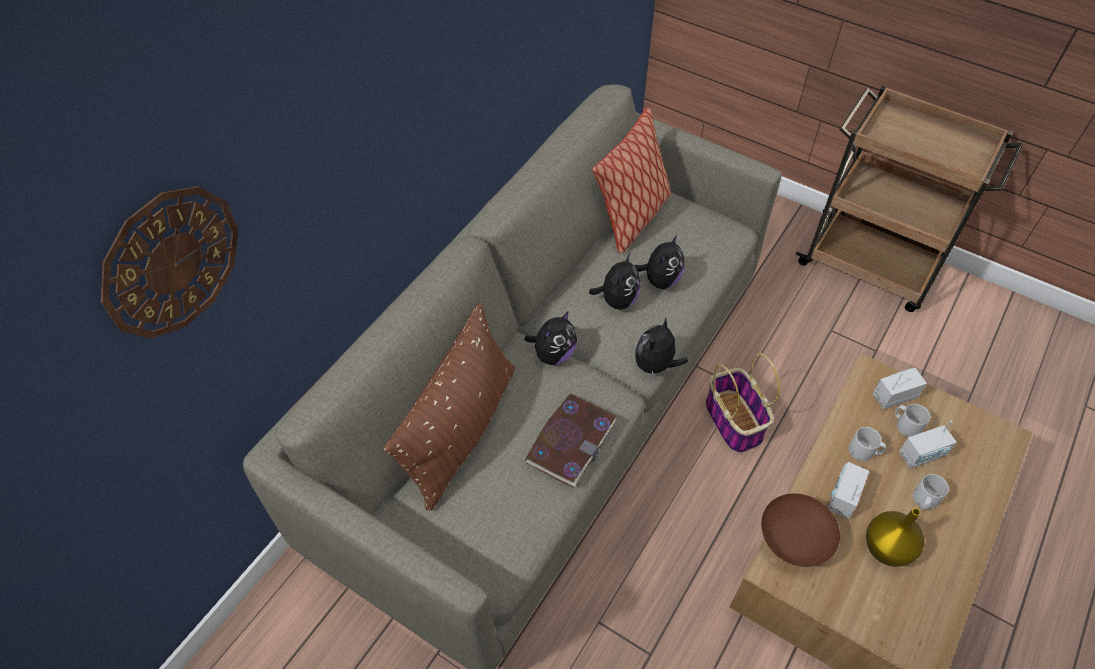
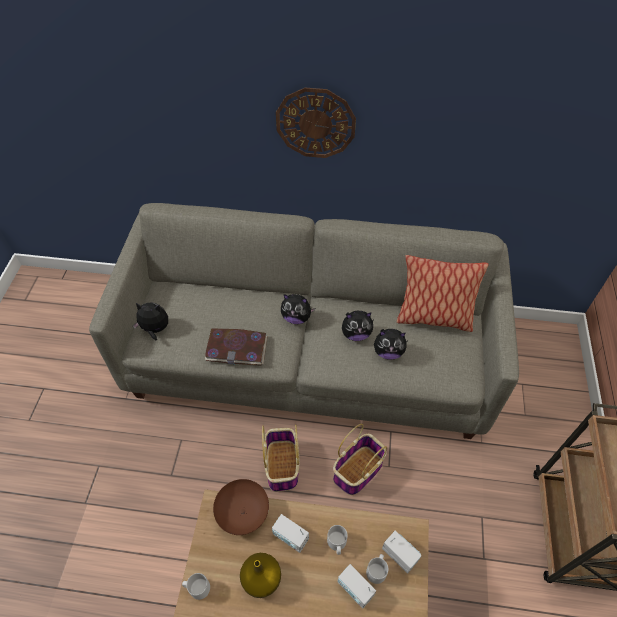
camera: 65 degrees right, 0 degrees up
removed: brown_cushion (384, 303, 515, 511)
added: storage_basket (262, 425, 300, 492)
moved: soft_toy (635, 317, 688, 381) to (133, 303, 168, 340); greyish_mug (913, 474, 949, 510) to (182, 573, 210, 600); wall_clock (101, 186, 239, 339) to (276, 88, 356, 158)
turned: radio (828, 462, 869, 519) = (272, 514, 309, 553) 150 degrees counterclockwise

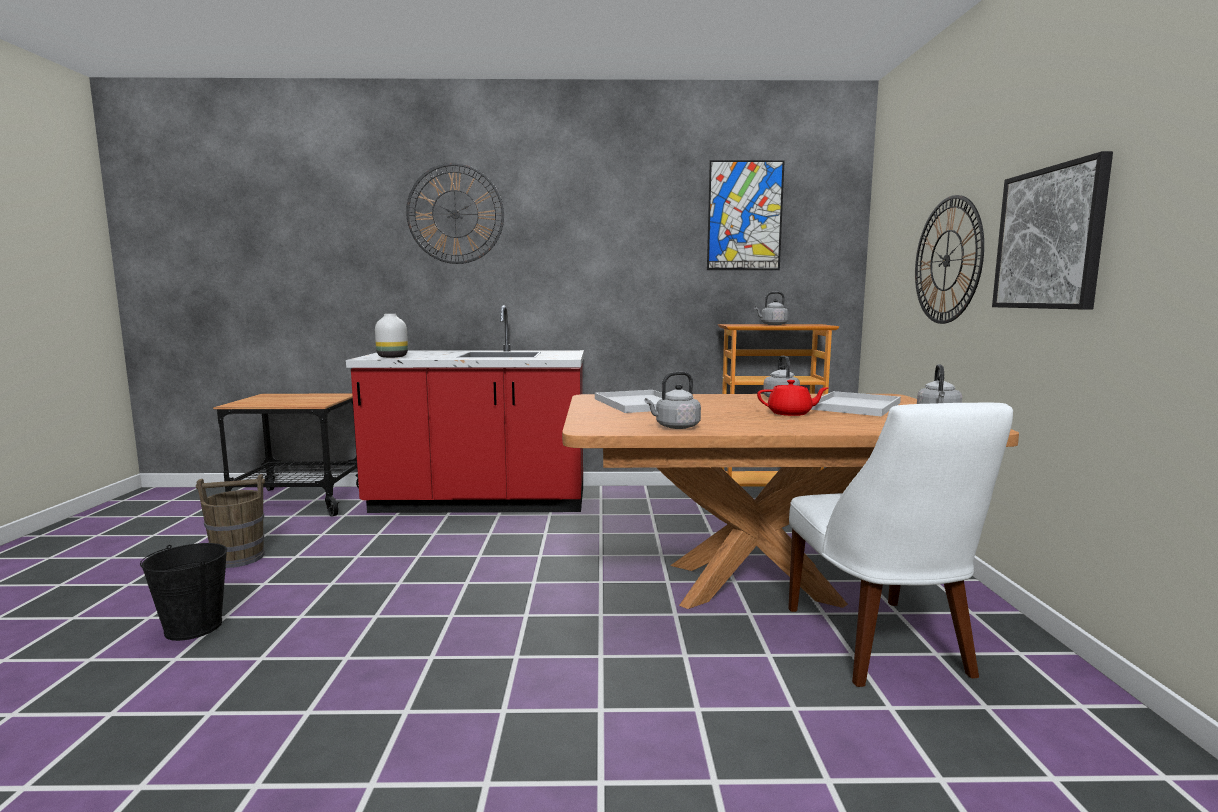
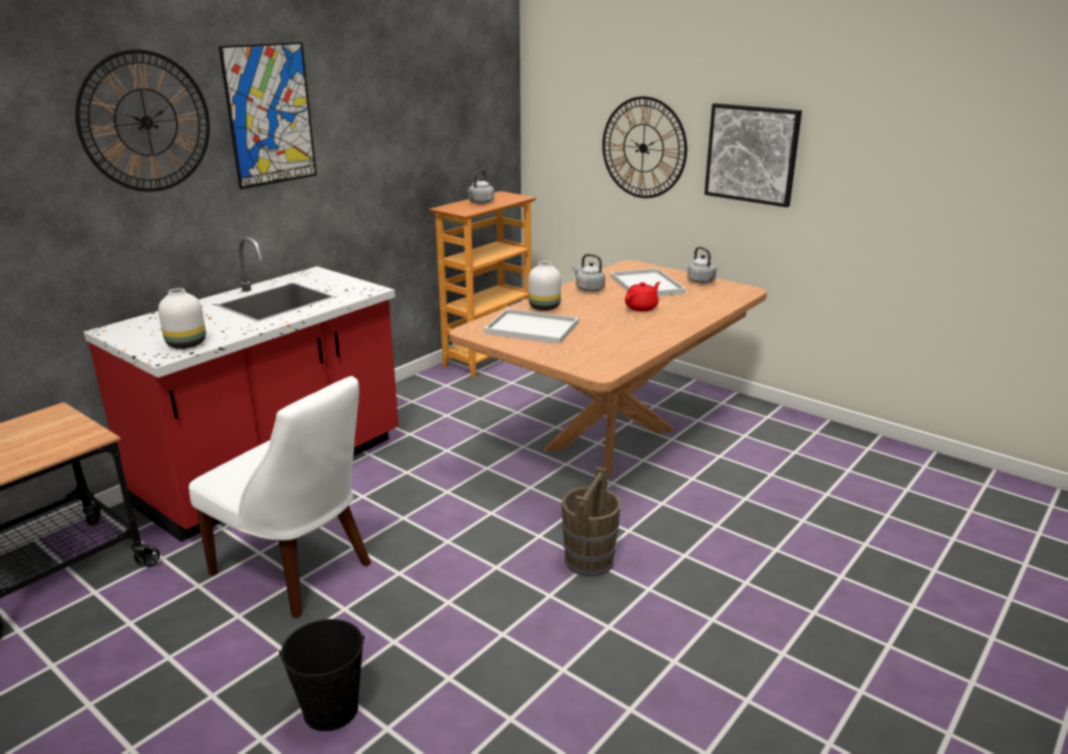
camera: 50 degrees left, 15 degrees up
removed: greyish_tea_kettle (645, 372, 701, 429)
added: whitish_decorative_vase (528, 261, 561, 311)
moved: whitish_chair (788, 403, 1013, 687) to (189, 376, 371, 619); wall_art (707, 160, 785, 270) to (218, 42, 317, 189); brown_pail (196, 474, 265, 568) to (561, 466, 621, 577)

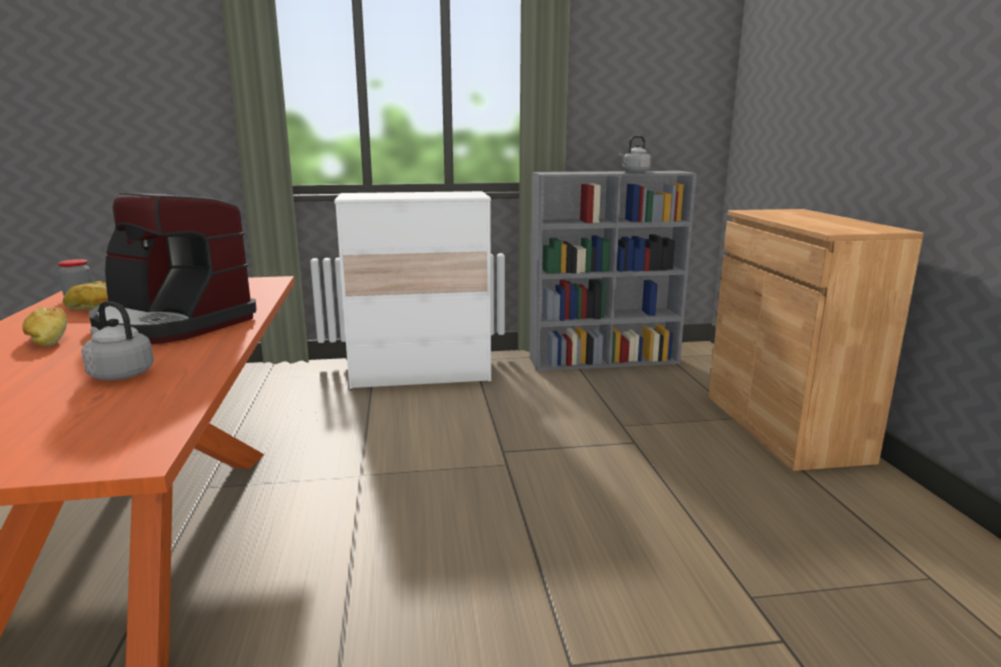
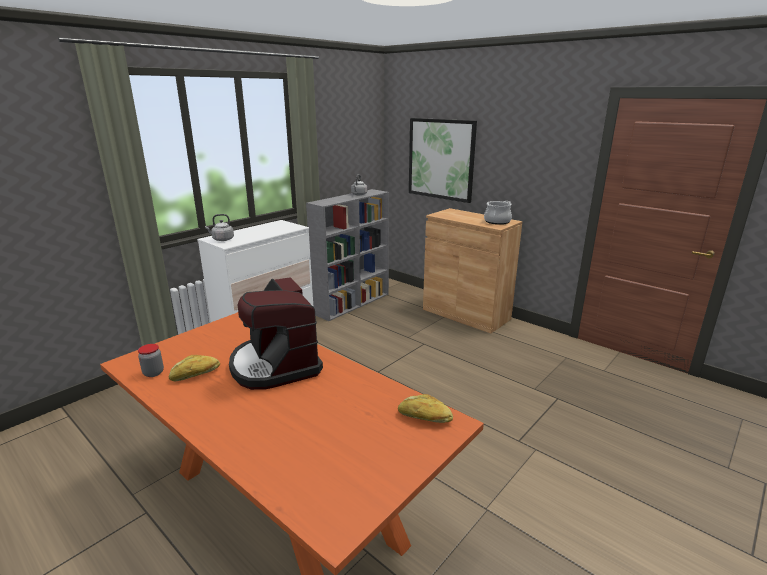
camera: 40 degrees left, 5 degrees up
added: wall_art (409, 118, 477, 203); saucepot (484, 201, 512, 225)
moved: greyish_tea_kettle (82, 301, 154, 380) to (205, 214, 234, 241); bread (22, 307, 67, 346) to (398, 394, 453, 423)
turned: coffee_brewer (89, 193, 257, 344) = (229, 277, 323, 390) 75 degrees clockwise

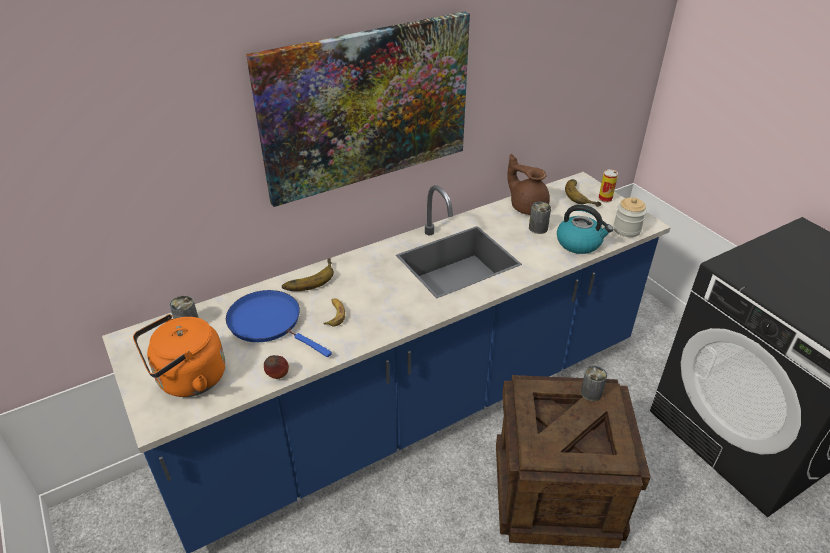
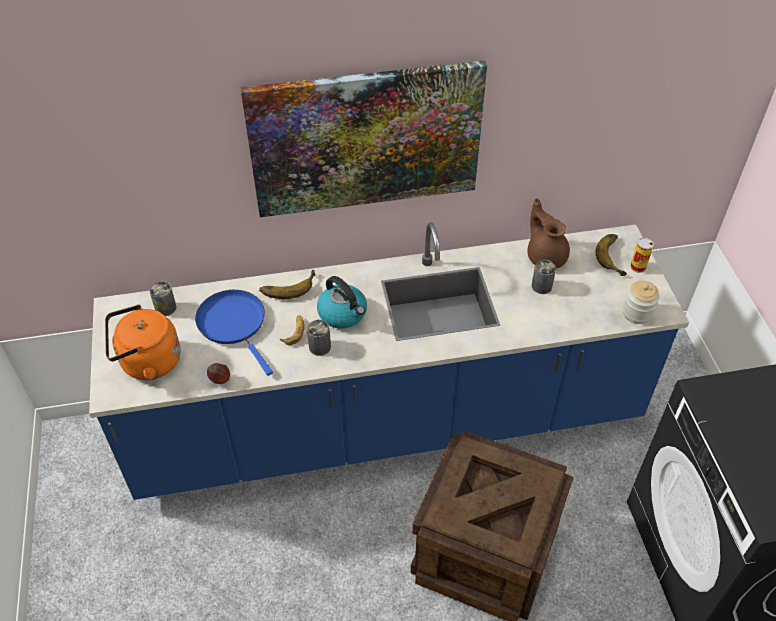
camera: 20 degrees right, 10 degrees up
moved: sealed_can (581, 366, 607, 401) to (307, 320, 331, 356); tea_kettle (557, 204, 613, 254) to (317, 276, 367, 329)

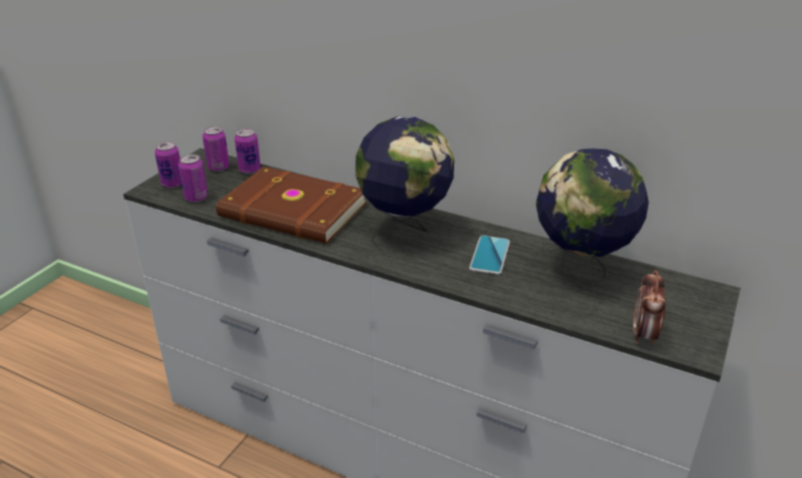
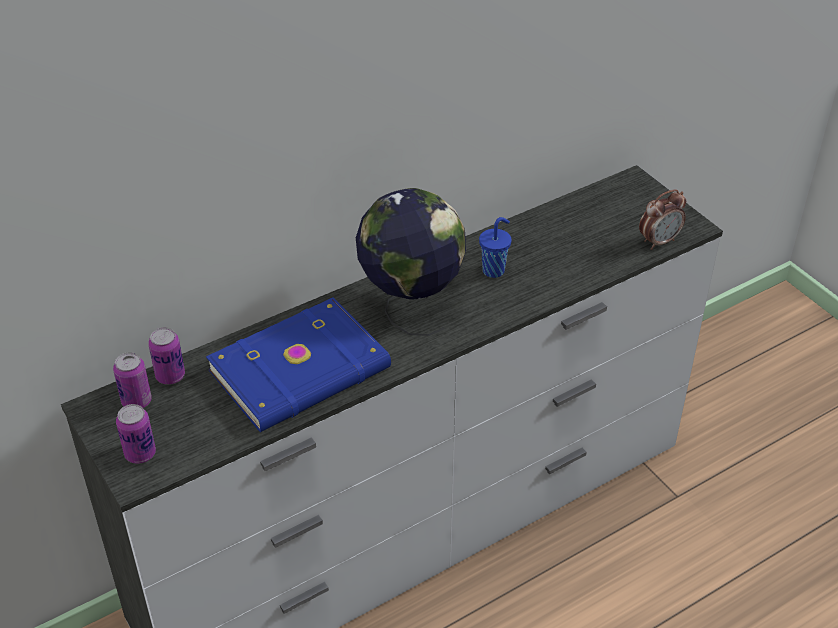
camera: 60 degrees left, 10 degrees up
removed: sealed_can (178, 154, 208, 202); desk_globe (536, 149, 649, 286)
replaced: phone (469, 235, 510, 275) to bluish_small_cup (479, 217, 512, 278)
recoloured: brown_volume (216, 167, 367, 244) to bluish_volume (206, 297, 391, 432)
turned: alarm_clock (633, 270, 666, 345) = (639, 189, 686, 250) 75 degrees counterclockwise

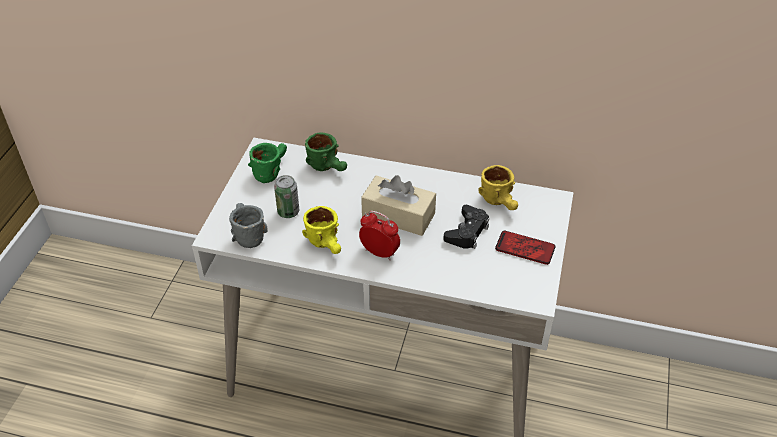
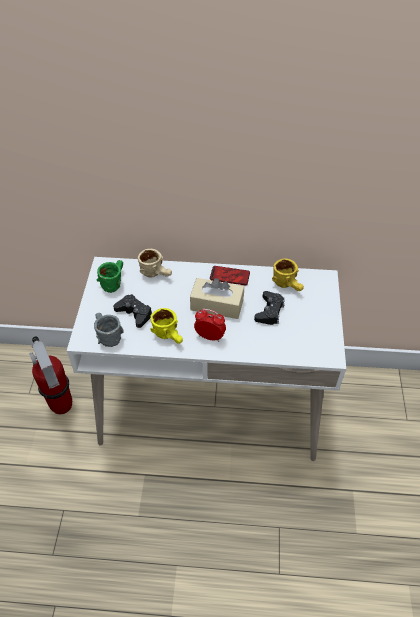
camera: 10 degrees left, 5 degrees up
added: extinguisher (29, 336, 72, 414)
moved: phone (495, 231, 555, 265) to (210, 266, 250, 285)
replaced: sealed_can (274, 175, 299, 218) to black_gamepad (113, 294, 152, 328)
recoloured: green_mug (305, 133, 347, 171) to beige-coloured_mug (138, 249, 172, 278)

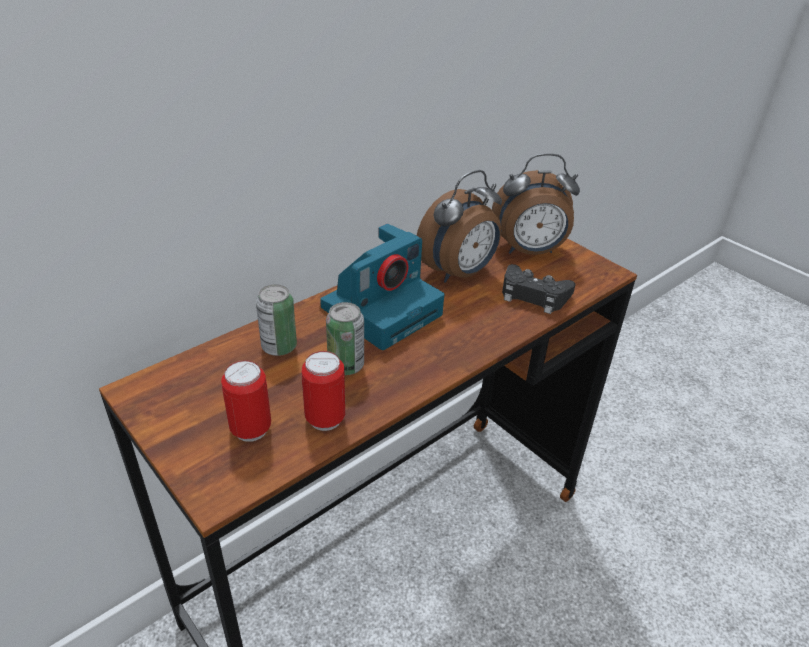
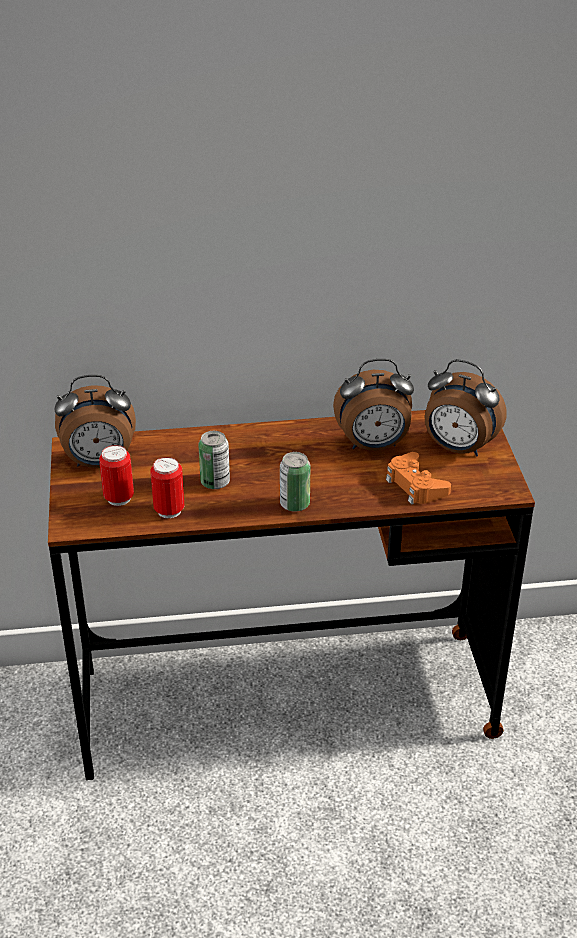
camera: 35 degrees right, 0 degrees up
removed: photo_camera (320, 224, 444, 350)
added: alarm_clock (54, 375, 136, 468)
moved: sealed_can (256, 284, 297, 356) to (280, 452, 311, 512)
recoloured: black_gamepad (502, 264, 576, 314) to orangey_gamepad (386, 452, 451, 504)

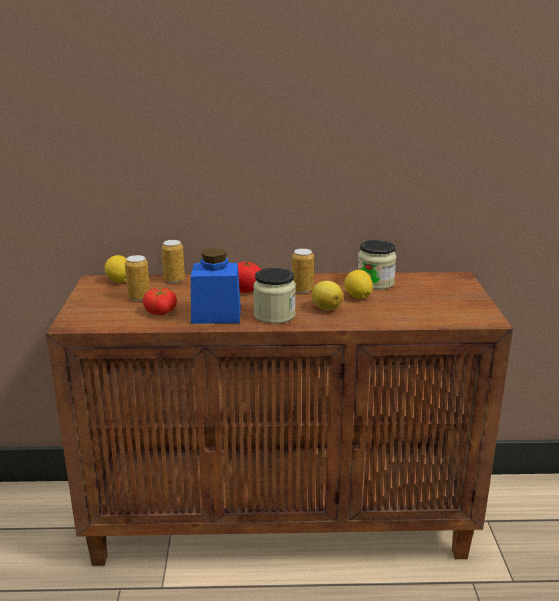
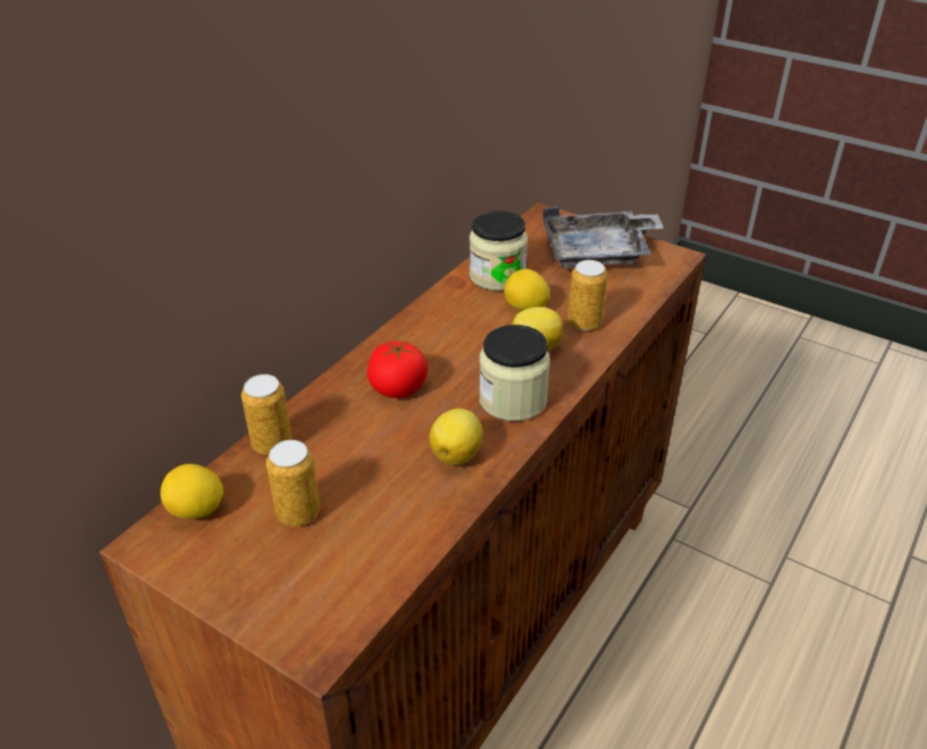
camera: 55 degrees left, 15 degrees up
removed: fresh_tomato (143, 288, 177, 315)
added: greyish_carrying_tray (543, 207, 664, 269)
moved: sealed_can (292, 248, 314, 293) to (568, 260, 608, 331)
replaced: bluish_preserve_jar (191, 248, 241, 324) to citrus_fruit (429, 408, 483, 466)

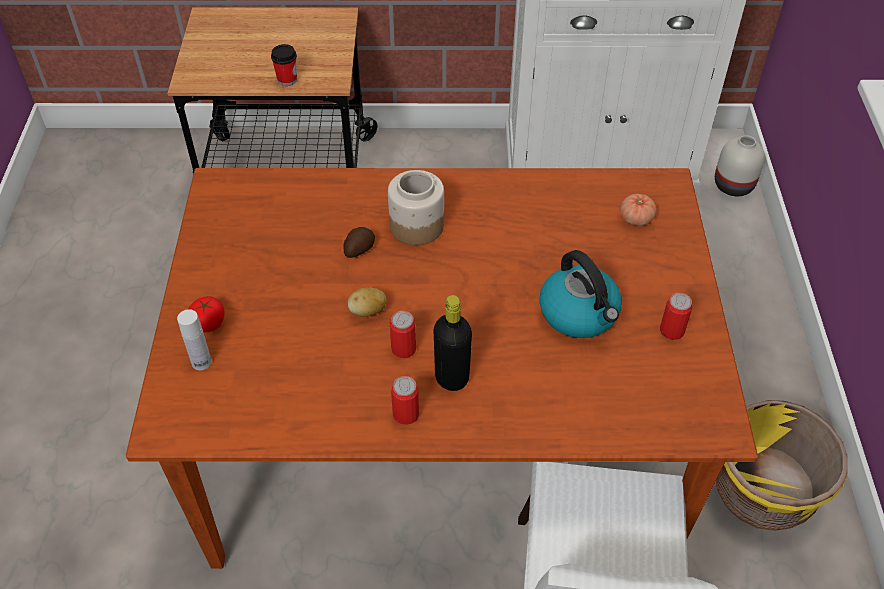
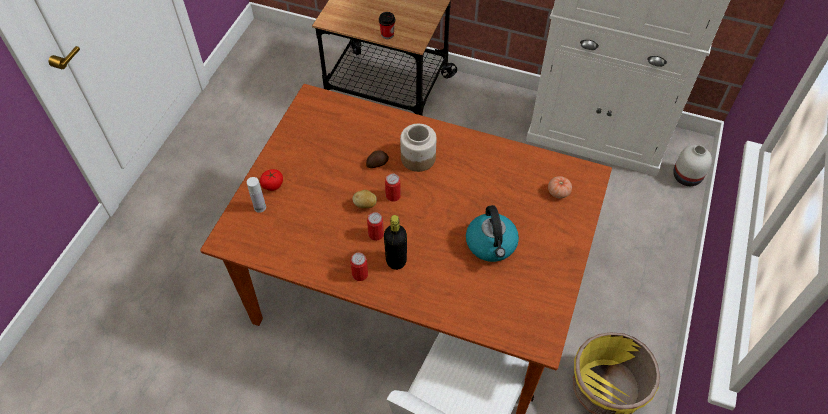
camera: 20 degrees right, 5 degrees up
moved: sealed_can (660, 293, 692, 340) to (385, 173, 401, 202)

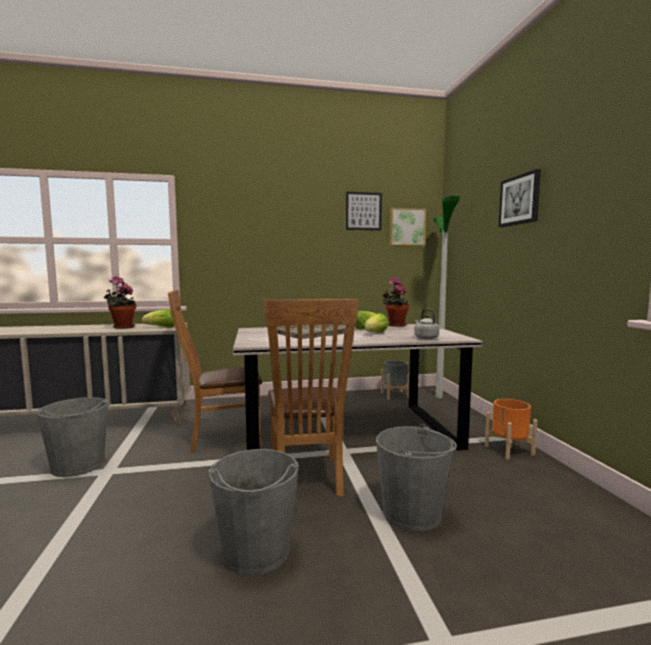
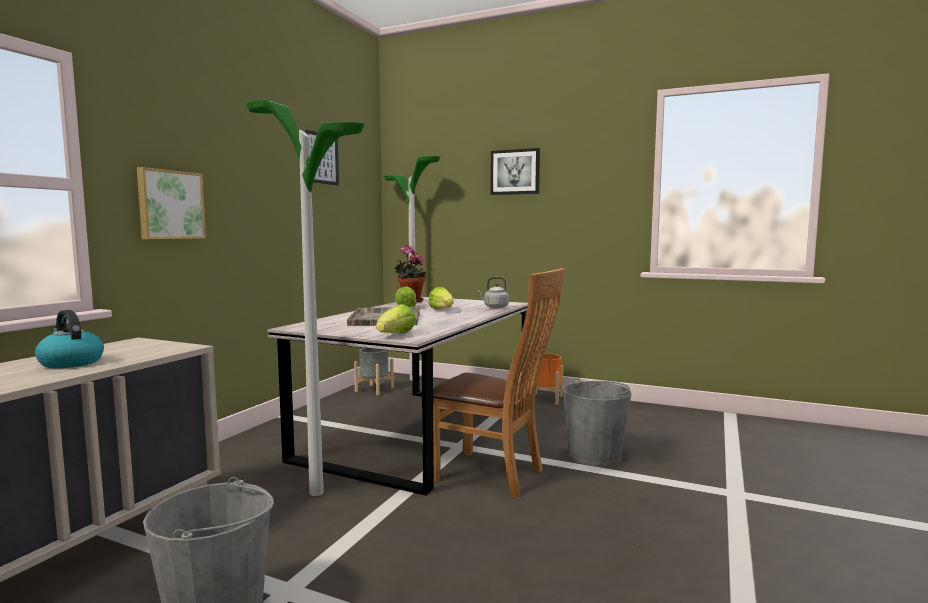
camera: 55 degrees left, 0 degrees up
removed: greyish_pail (208, 449, 299, 576)
moved: wall_art (390, 208, 426, 246) to (137, 167, 206, 239); head_of_lettuce (142, 309, 174, 328) to (376, 304, 416, 333)
replaced: potted_plant (103, 276, 136, 329) to tea_kettle (35, 310, 104, 368); brown_chair (168, 290, 262, 451) to standing_lamp (246, 99, 365, 496)

